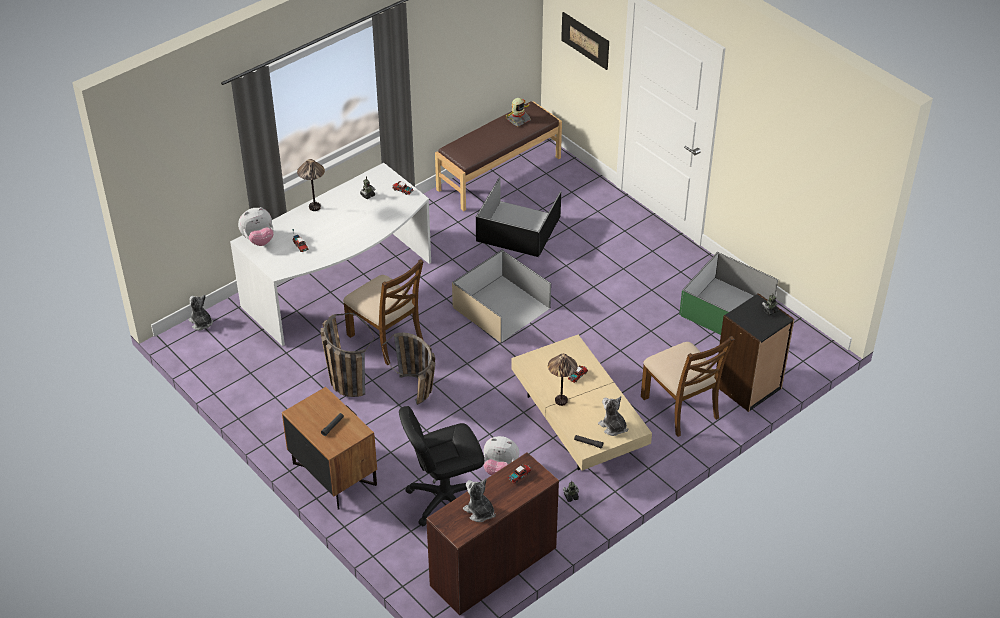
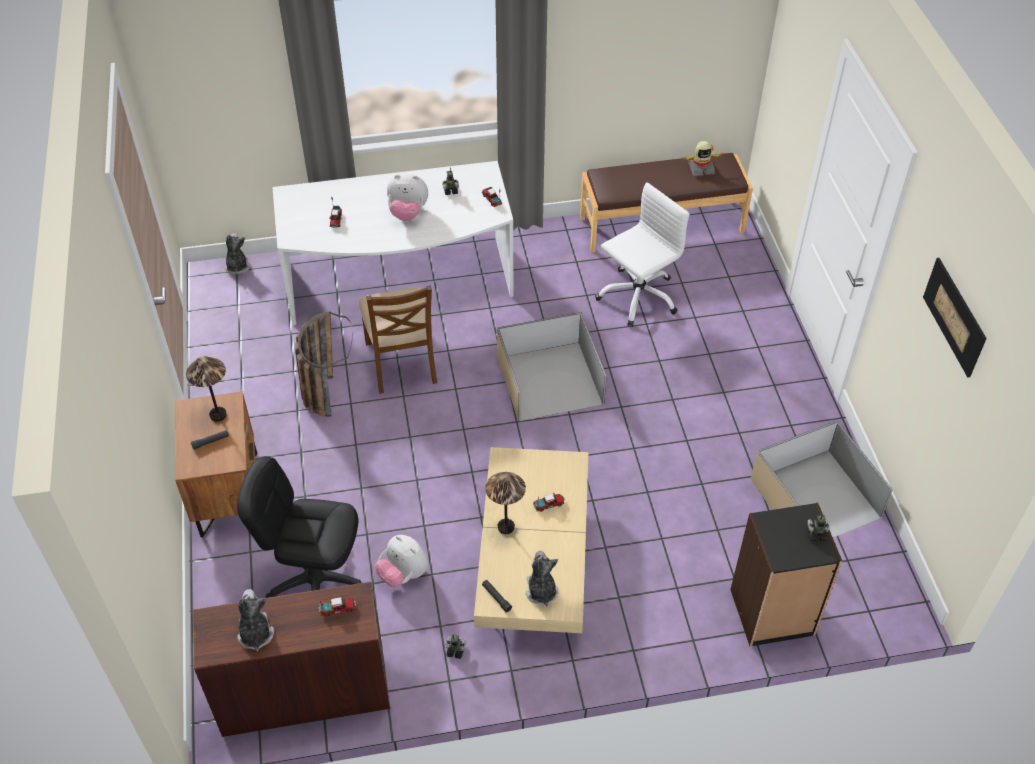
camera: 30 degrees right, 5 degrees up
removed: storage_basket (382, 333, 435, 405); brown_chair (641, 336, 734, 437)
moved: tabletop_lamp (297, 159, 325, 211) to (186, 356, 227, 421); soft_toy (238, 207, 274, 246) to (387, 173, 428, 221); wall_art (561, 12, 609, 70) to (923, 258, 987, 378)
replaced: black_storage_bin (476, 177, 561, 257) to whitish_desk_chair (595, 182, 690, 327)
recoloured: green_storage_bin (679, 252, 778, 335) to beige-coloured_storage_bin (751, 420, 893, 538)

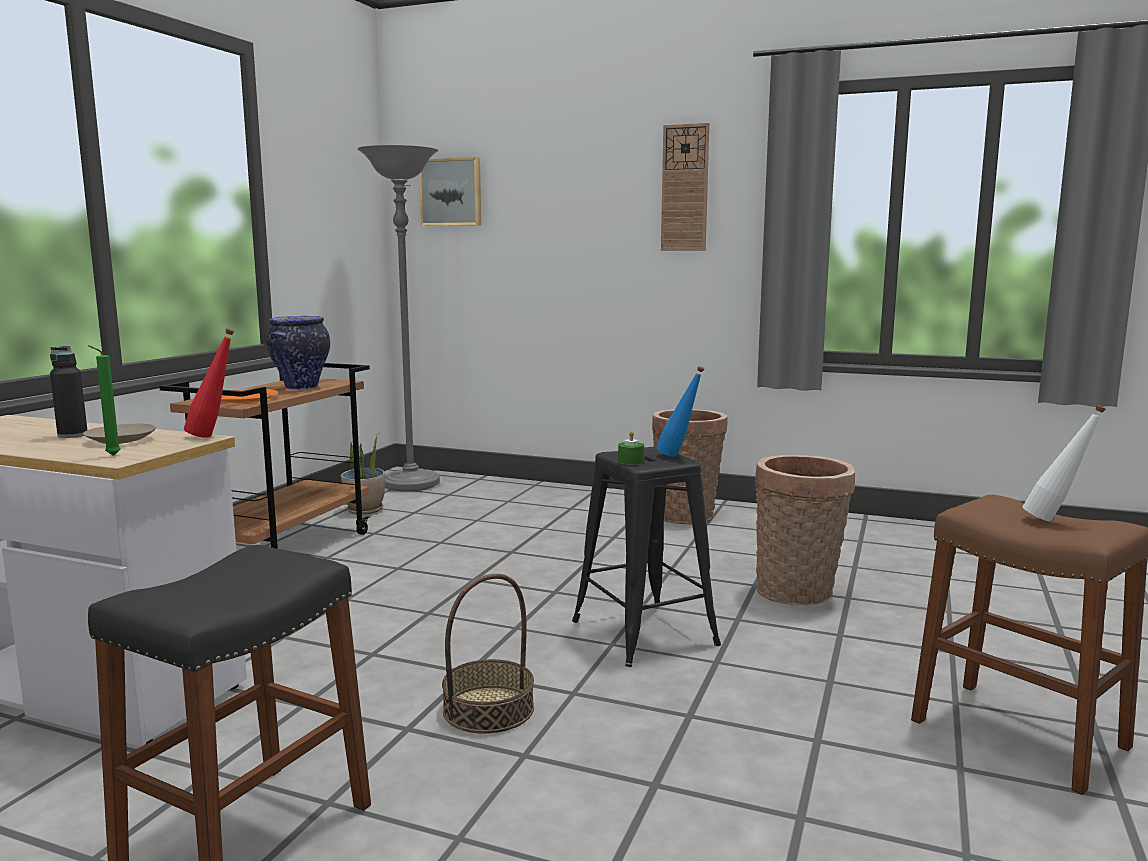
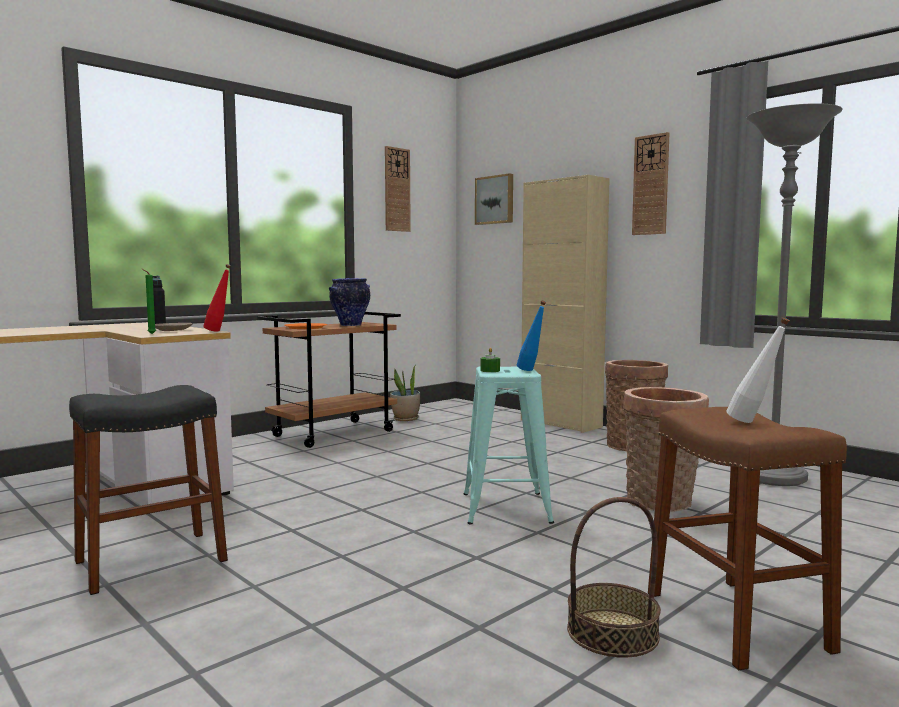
camera: 25 degrees right, 5 degrees down
added: wall_clock (385, 146, 411, 232); beige-coloured_cabinet (521, 175, 610, 433)
moved: storage_basket (442, 574, 534, 734) to (567, 497, 661, 658); greyish_standing_lamp (357, 145, 440, 492) to (747, 103, 843, 486)
recoloured: black_stool (572, 447, 721, 667) to turquoise-coloured_stool (464, 366, 554, 524)

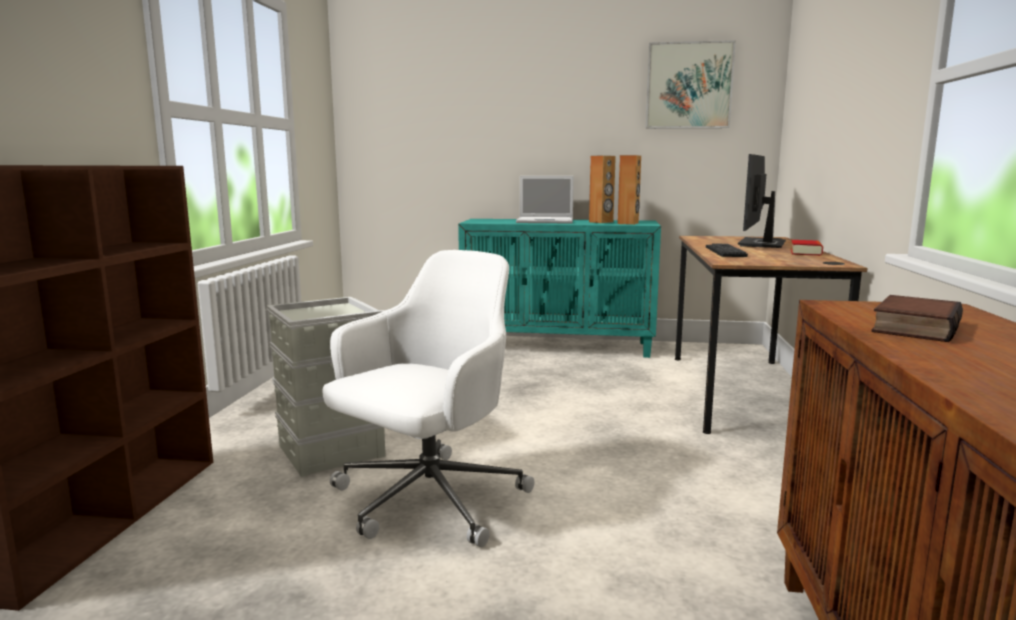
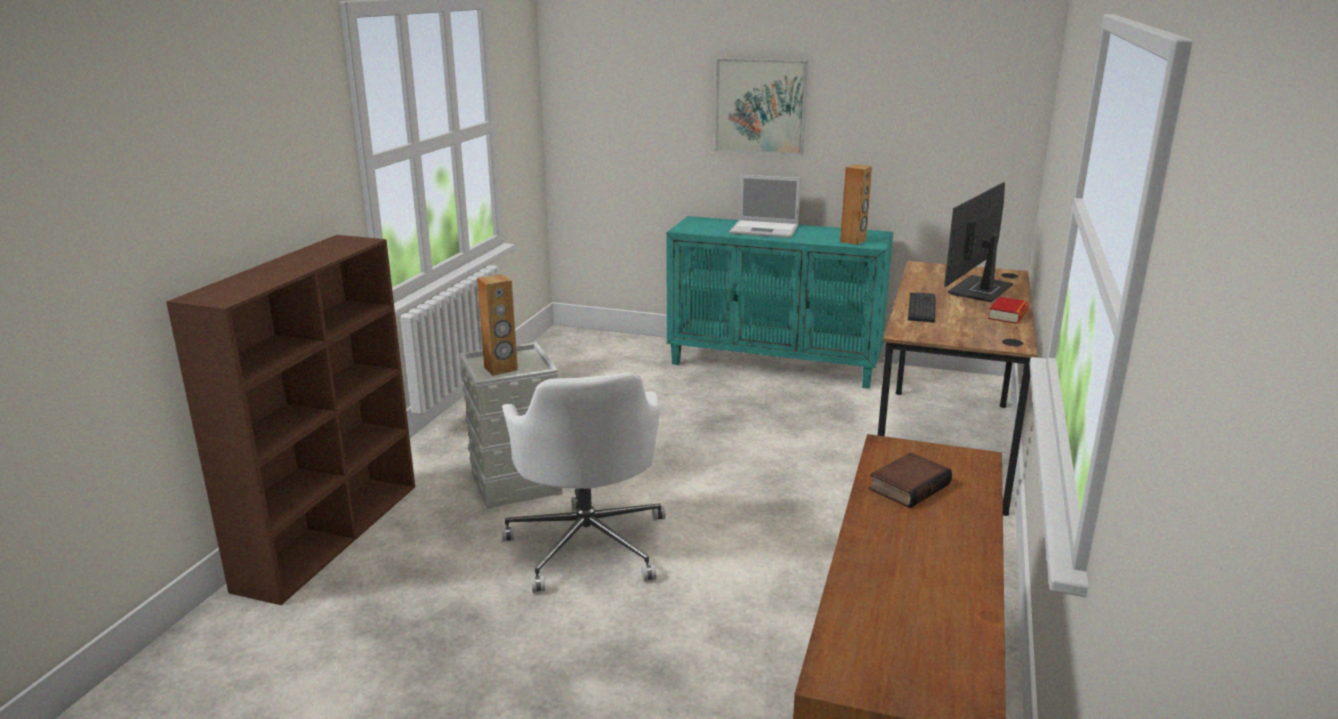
camera: 10 degrees right, 10 degrees up
moved: brown_audio_speaker (589, 156, 616, 223) to (477, 274, 518, 376); wall_art (645, 40, 736, 129) to (715, 58, 808, 155)
turned: whitish_desk_chair (322, 250, 534, 547) = (502, 372, 666, 593) 120 degrees clockwise

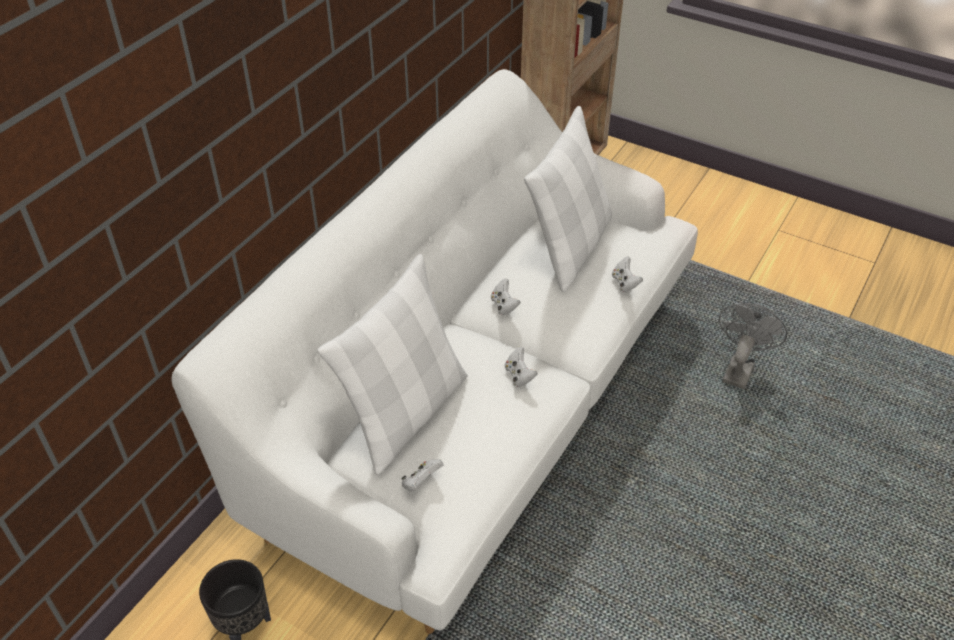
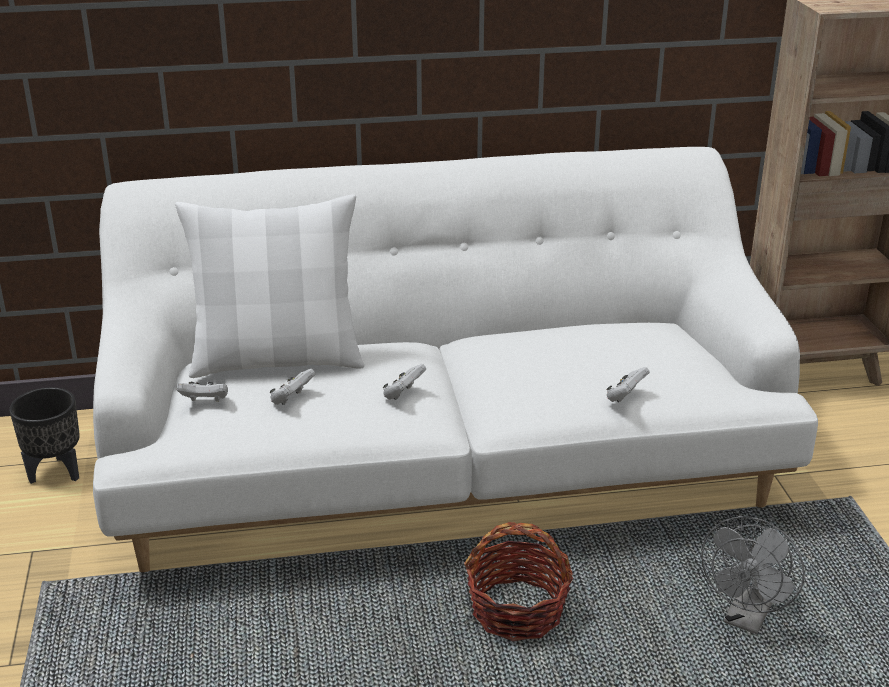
camera: 50 degrees right, 15 degrees down
removed: whitish_cushion (524, 106, 612, 292)
added: storage_basket (464, 522, 573, 641)
moved: whitish_gamepad (491, 279, 520, 315) to (270, 369, 315, 405)
turned: greyish_electric_fan (719, 303, 787, 389) = (701, 516, 805, 634) 135 degrees clockwise

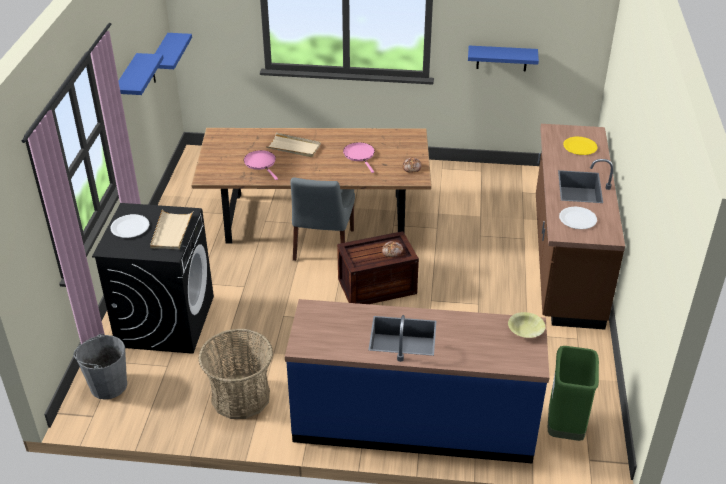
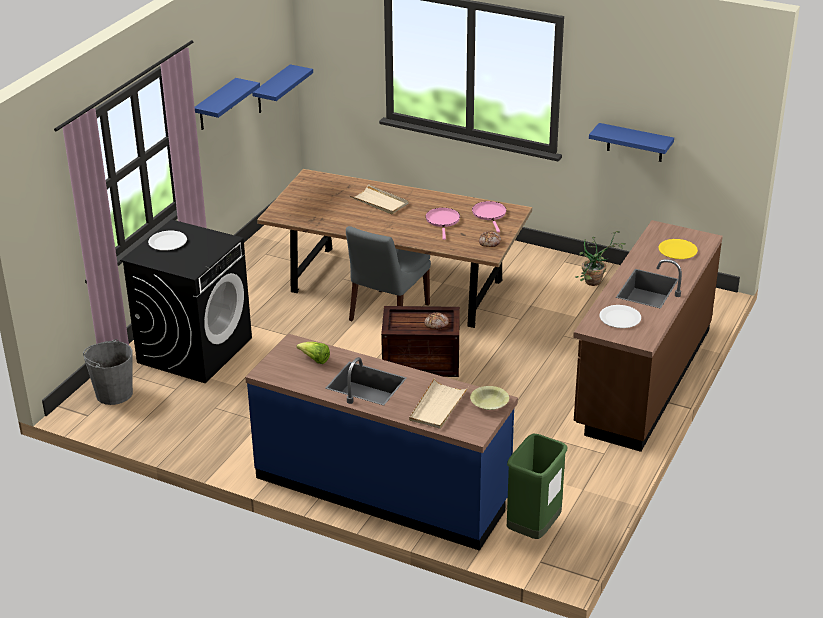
camera: 20 degrees right, 5 degrees down
removed: storage_basket (198, 329, 273, 419)
added: head_of_lettuce (296, 342, 330, 364); potted_plant (575, 231, 625, 286)
moved: beige-coloured_carrying_tray (150, 209, 193, 250) to (409, 378, 469, 429); pink-coloured_skillet (244, 150, 278, 180) to (472, 201, 506, 233)

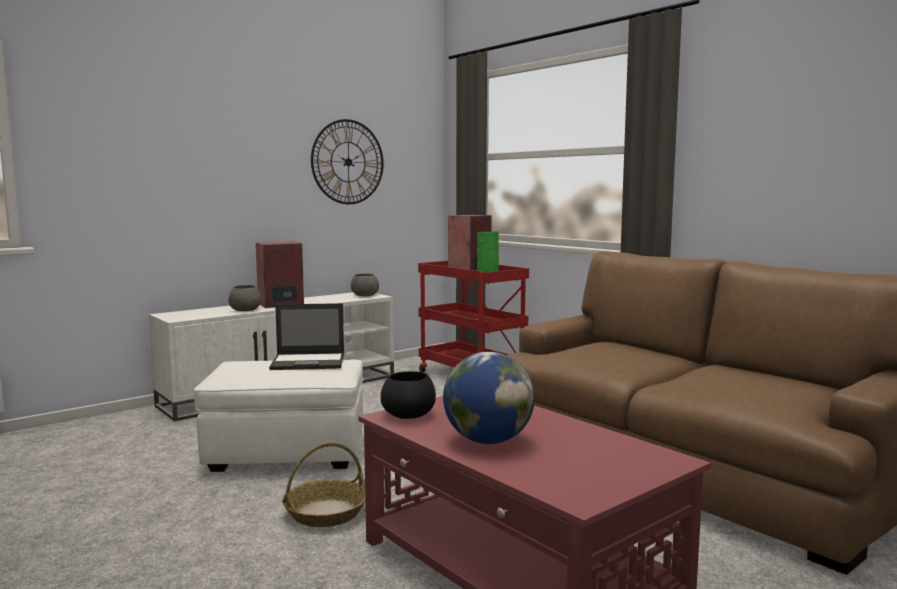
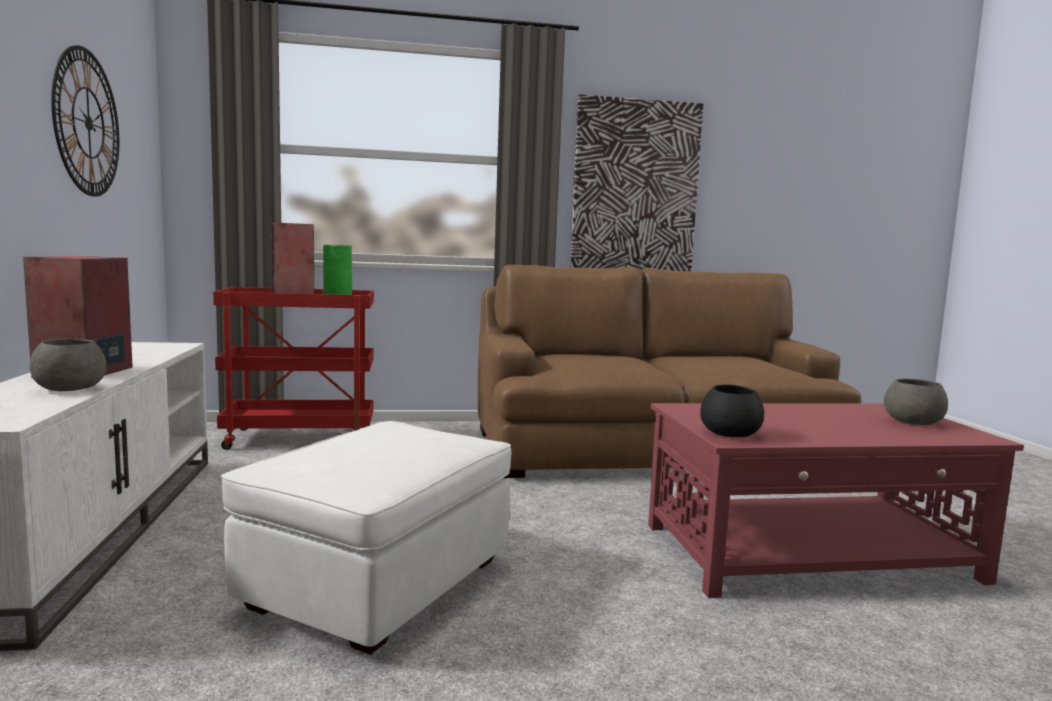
camera: 60 degrees left, 0 degrees up
removed: notebook_computer (269, 303, 344, 370); storage_basket (282, 442, 365, 527); desk_globe (443, 352, 535, 444)
added: wall_art (570, 94, 703, 271)
moved: greyish_serving_bowl (351, 274, 379, 296) to (884, 379, 948, 425)

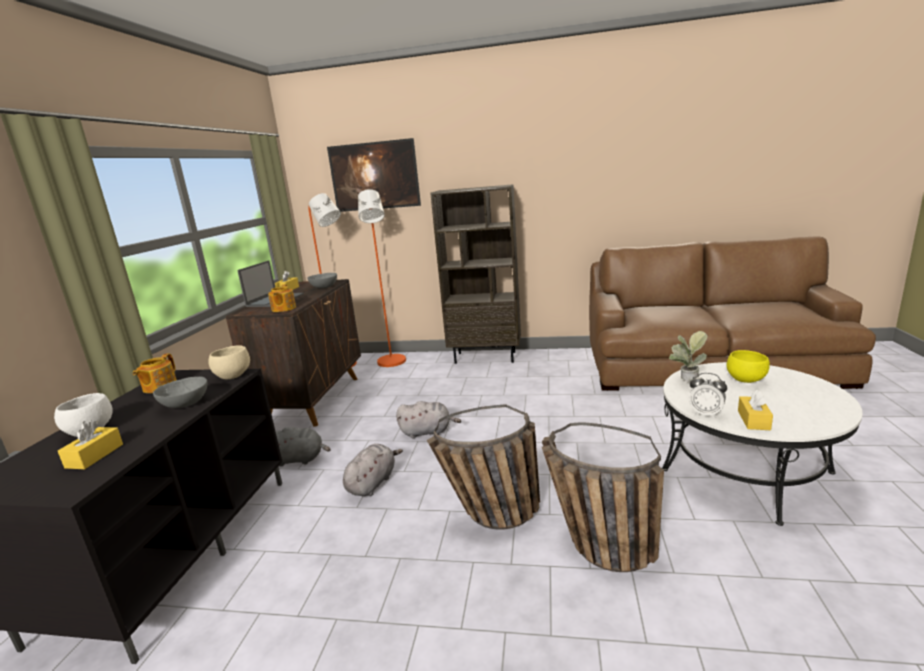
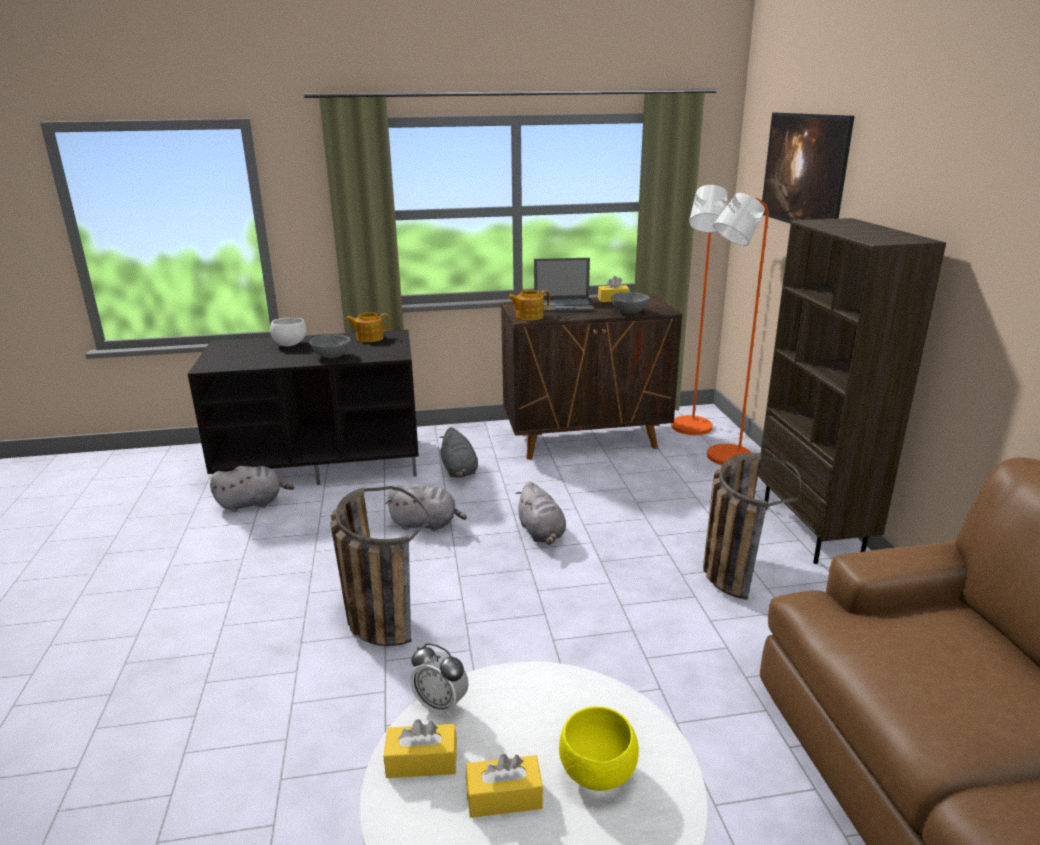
camera: 70 degrees right, 5 degrees up
removed: beige-coloured_serving_bowl (208, 345, 250, 379); potted_plant (669, 331, 708, 381)
added: greyish_soft_toy (210, 466, 294, 512)
moved: yellow_tissue_holder (58, 420, 123, 469) to (466, 754, 543, 818); storage_basket (542, 422, 664, 572) to (703, 453, 801, 600)
turned: alarm_clock (689, 373, 727, 418) = (410, 643, 469, 717) 75 degrees counterclockwise

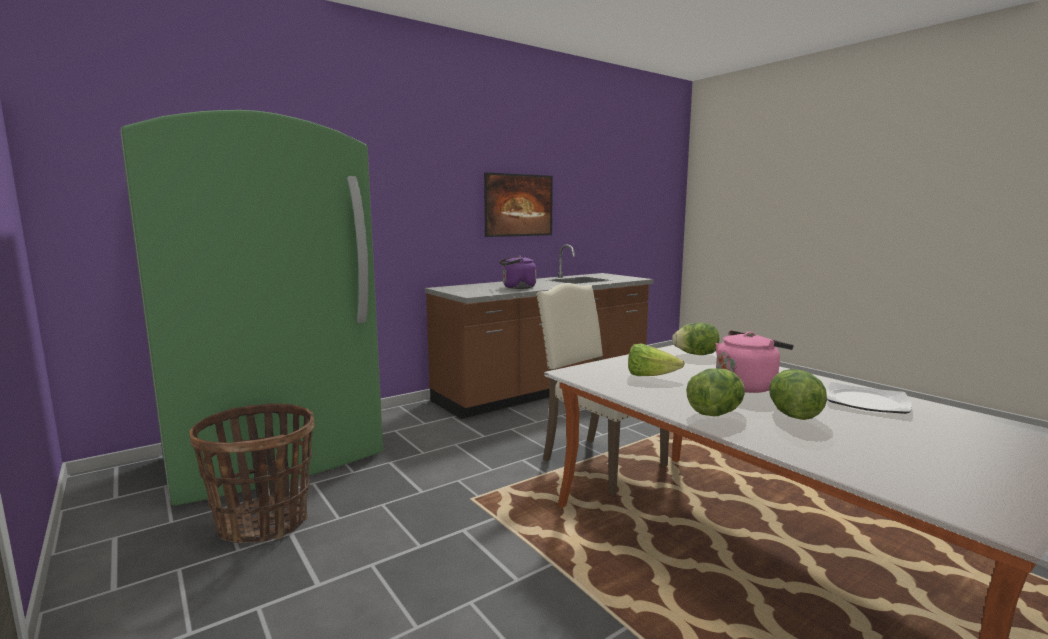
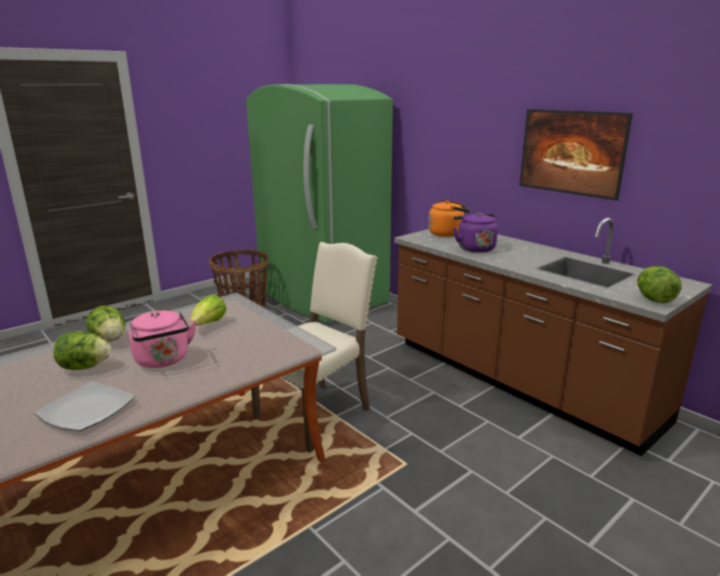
camera: 85 degrees right, 10 degrees up
added: orangey_tea_kettle (429, 200, 470, 237)
moved: head_of_lettuce (672, 323, 719, 355) to (637, 266, 681, 303)

